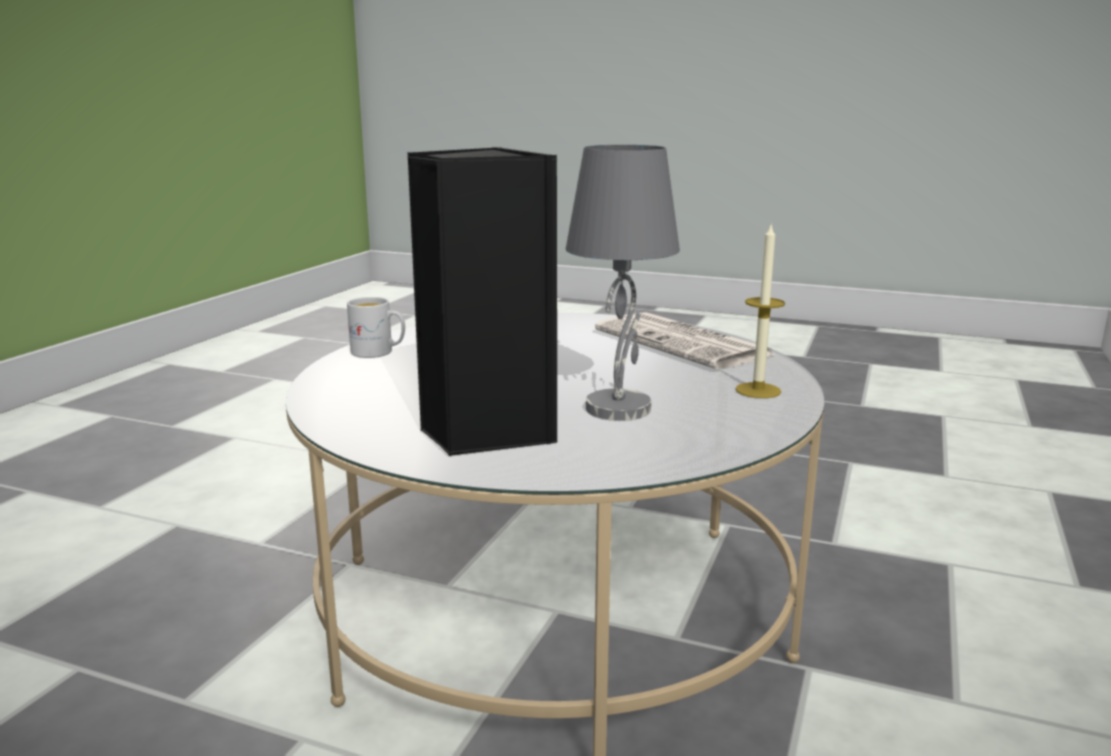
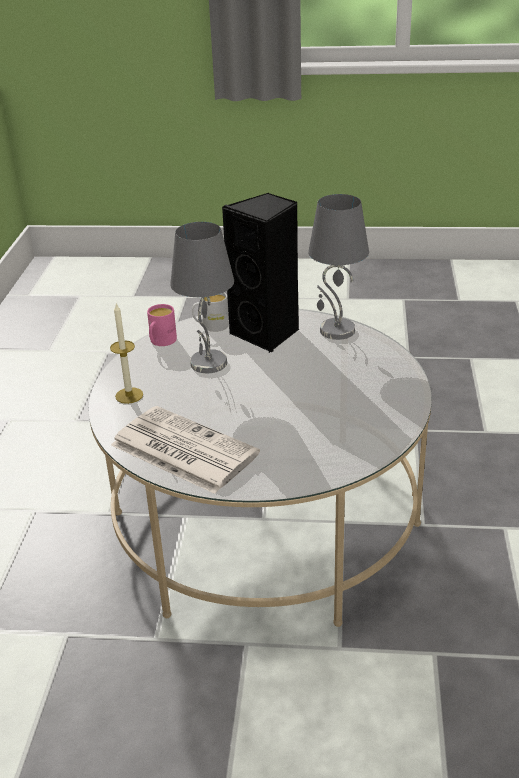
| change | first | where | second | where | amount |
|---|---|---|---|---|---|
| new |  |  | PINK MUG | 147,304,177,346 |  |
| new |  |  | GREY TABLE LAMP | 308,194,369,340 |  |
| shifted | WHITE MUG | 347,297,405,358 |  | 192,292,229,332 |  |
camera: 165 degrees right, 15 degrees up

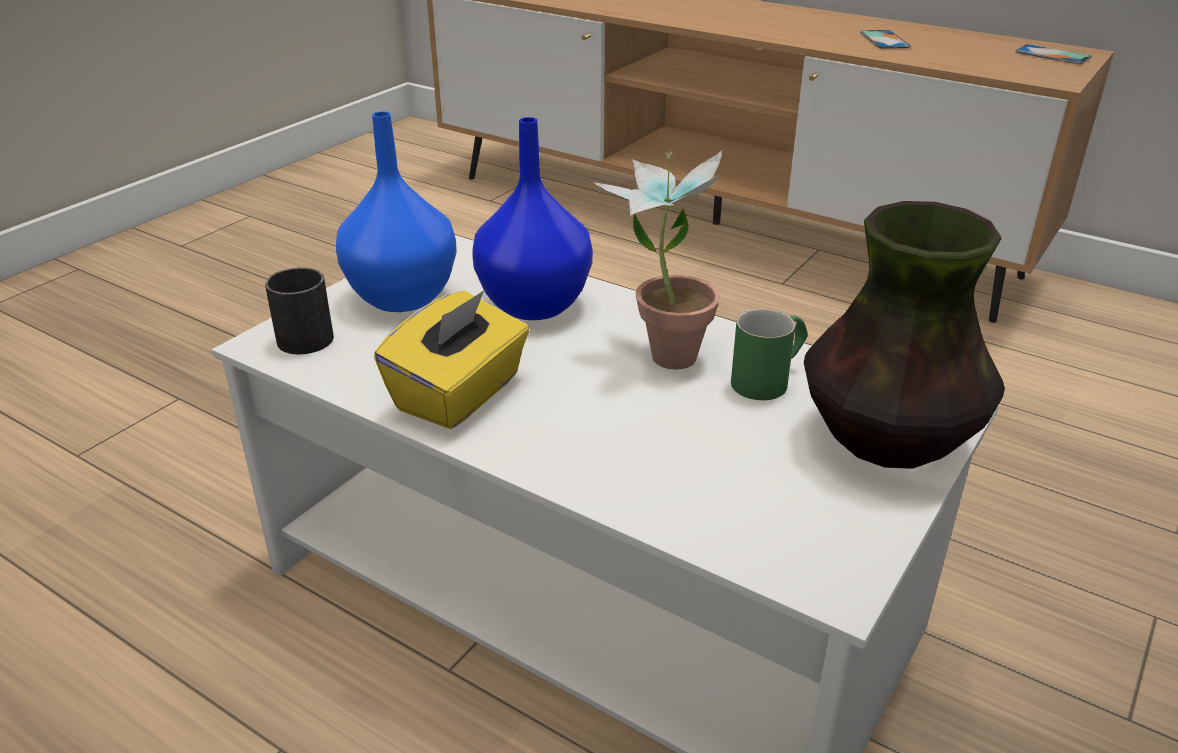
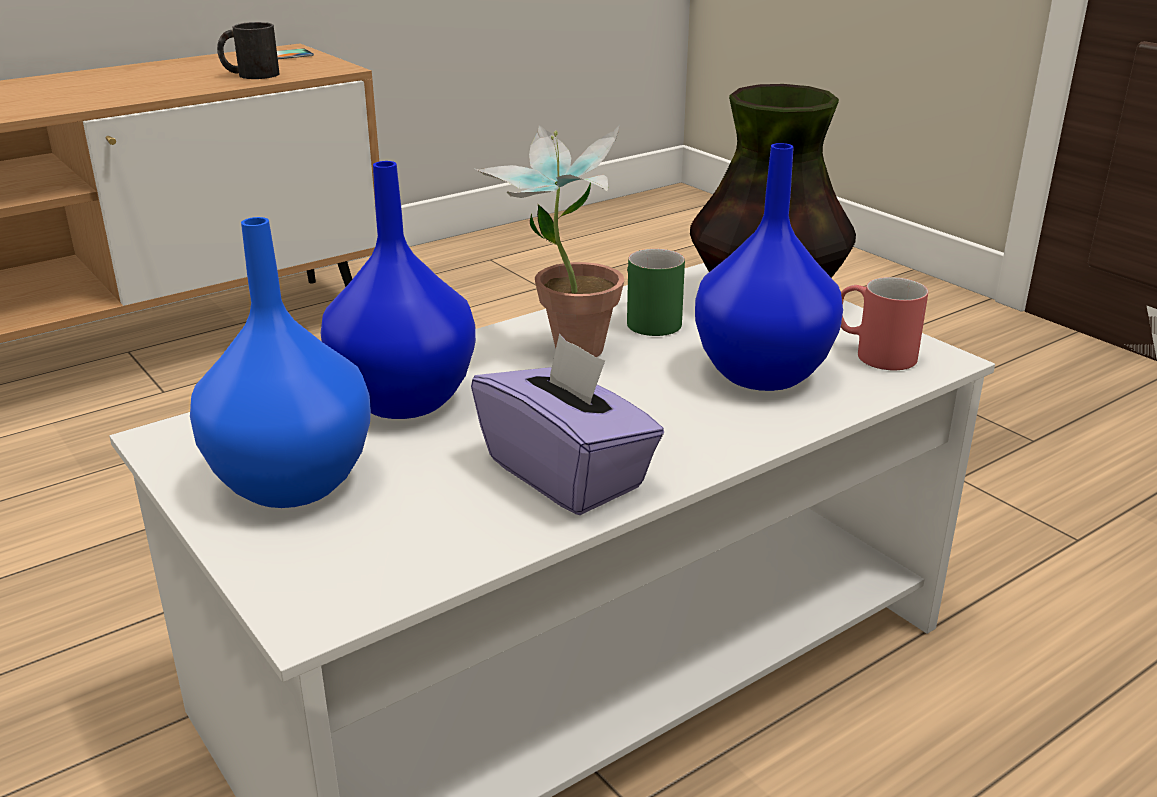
| change | first | where | second | where | amount |
|---|---|---|---|---|---|
| gone | PHONE | 860,30,911,49 |  |  |  |
| new |  |  | BLUE VASE | 695,143,843,391 |  |
| new |  |  | RED MUG | 841,277,928,370 |  |
| shifted | BLACK MUG | 265,267,334,354 |  | 217,22,280,79 |  |
| repainted | YELLOW TISSUE BOX | 374,290,529,429 | PURPLE TISSUE BOX | 471,334,664,515 |  |
camera: 70 degrees left, 5 degrees down

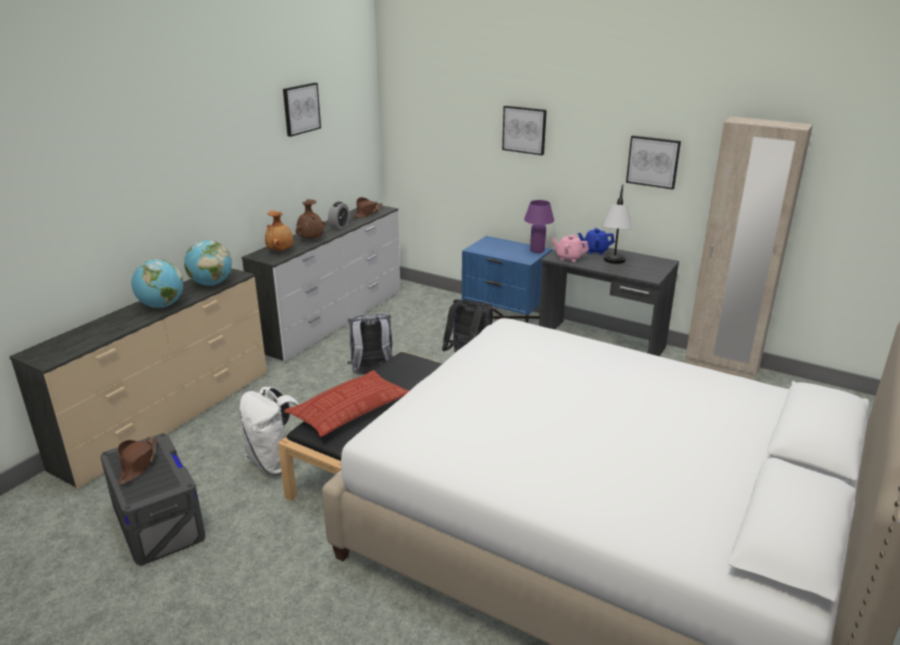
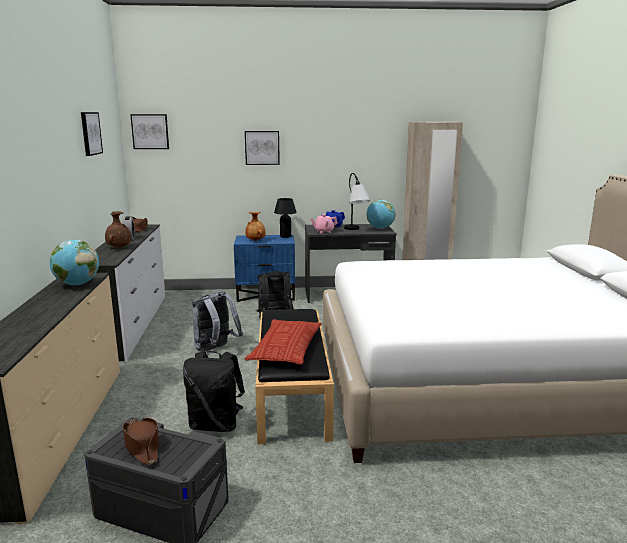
| change | first | where | second | where | amount |
|---|---|---|---|---|---|
| shifted | GLOBE | 132,259,183,308 |  | 367,200,396,229 |  |
| shifted | BROWN VASE | 265,210,294,251 |  | 245,212,266,241 |  |
| shifted | PICTURE | 626,135,681,189 |  | 130,114,169,149 |  |
| repainted | WHITE BACKPACK | 238,387,299,475 | BLACK BACKPACK | 183,351,245,432 |  |
| repainted | PURPLE TABLE LAMP | 524,200,554,253 | BLACK TABLE LAMP | 274,198,297,238 |  |
camera: 35 degrees left, 10 degrees down

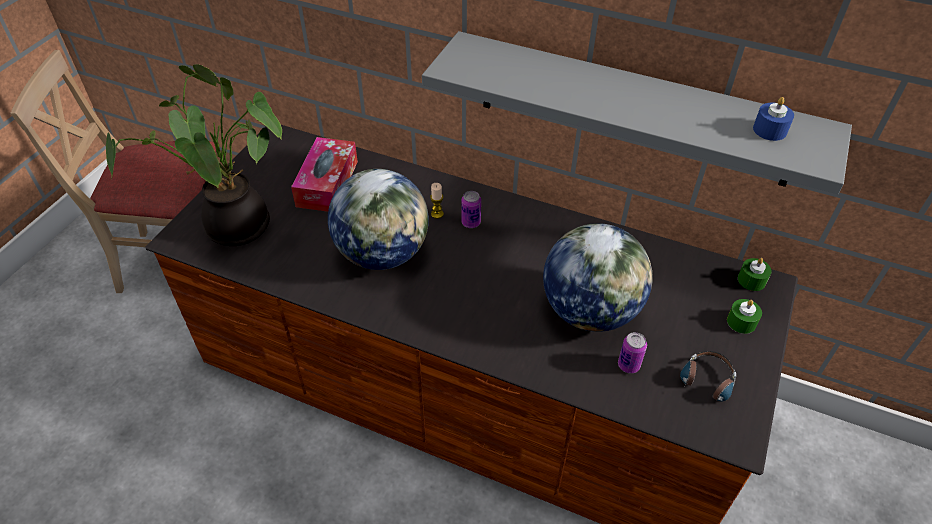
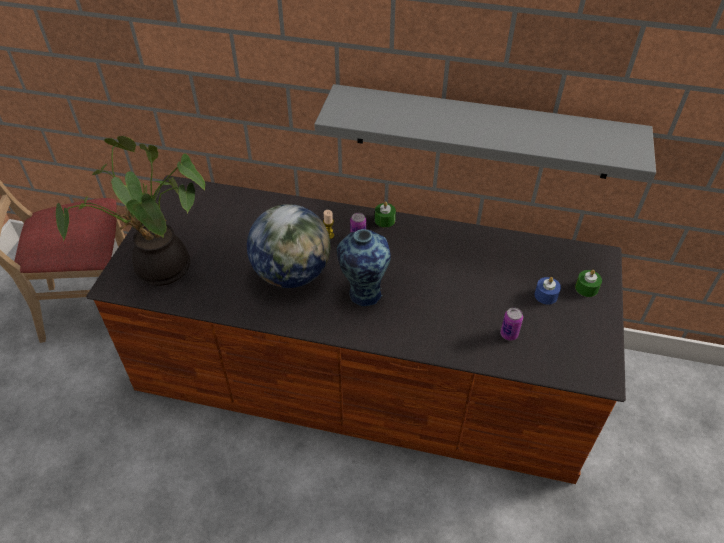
| change | first | where | second | where | amount |
|---|---|---|---|---|---|
| gone | TISSUE BOX | 291,137,358,212 |  |  |  |
| gone | GLOBE | 543,223,653,332 |  |  |  |
| gone | HEADPHONES | 677,351,736,401 |  |  |  |
| new |  |  | VASE | 337,229,391,306 |  |
| shifted | GREEN CANDLE | 738,258,772,291 |  | 375,201,396,227 |  |
| shifted | BLUE CANDLE | 753,97,794,141 |  | 535,277,561,305 |  |
camera: 10 degrees left, 0 degrees up

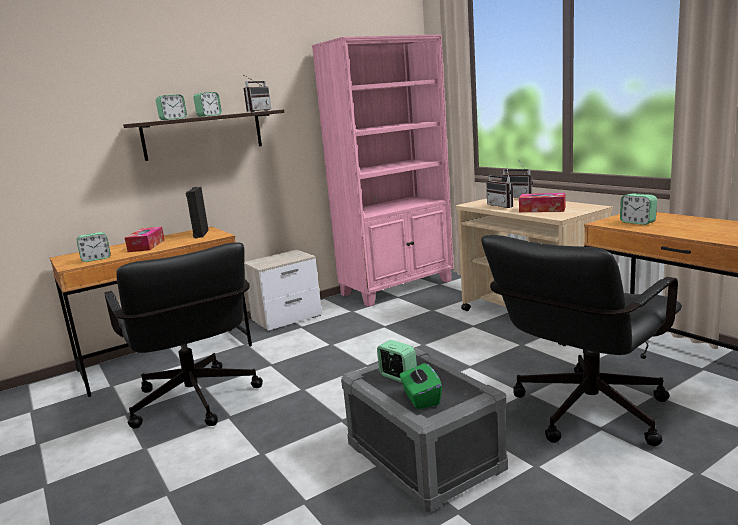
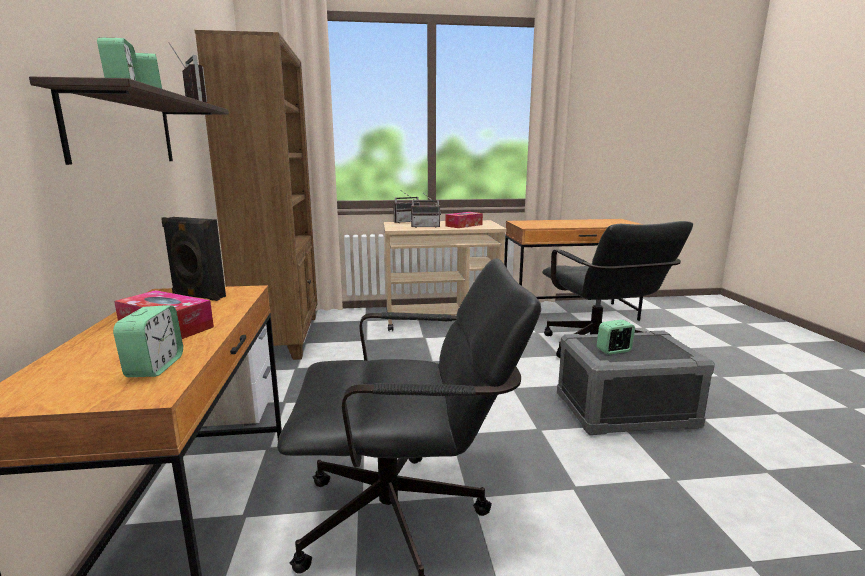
| change | first | where | second | where | amount |
|---|---|---|---|---|---|
| gone | GREEN TISSUE BOX | 399,363,442,409 |  |  |  |
| gone | ALARM CLOCK | 620,193,657,225 |  |  |  |
| repainted | PINK BOOKCASE | 312,34,454,307 | BROWN BOOKCASE | 195,30,317,360 |  |
camera: 65 degrees left, 0 degrees up

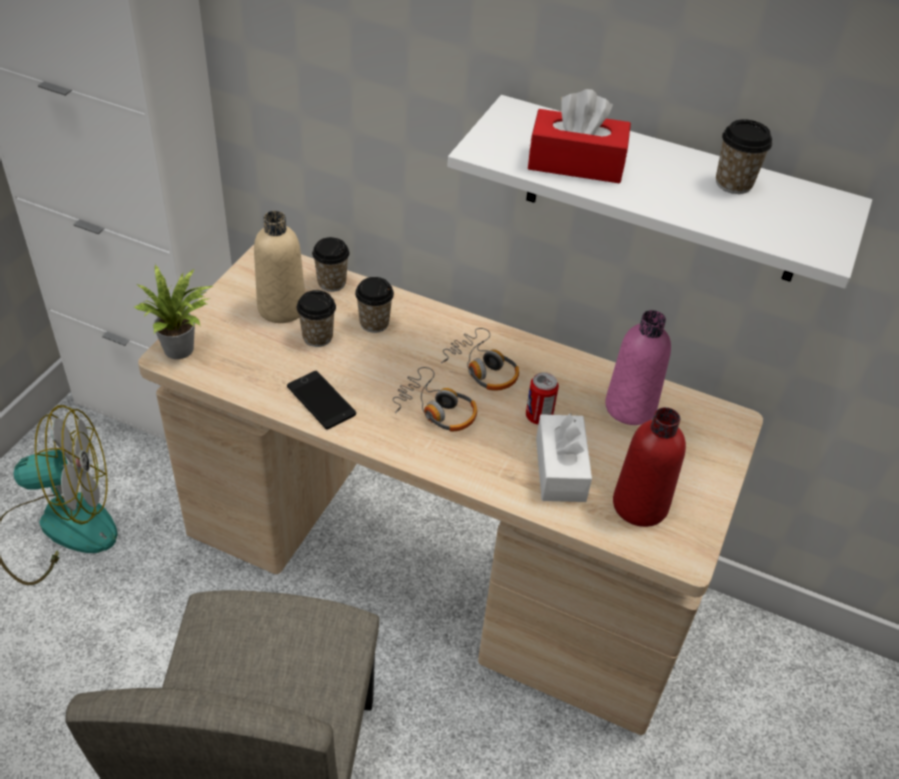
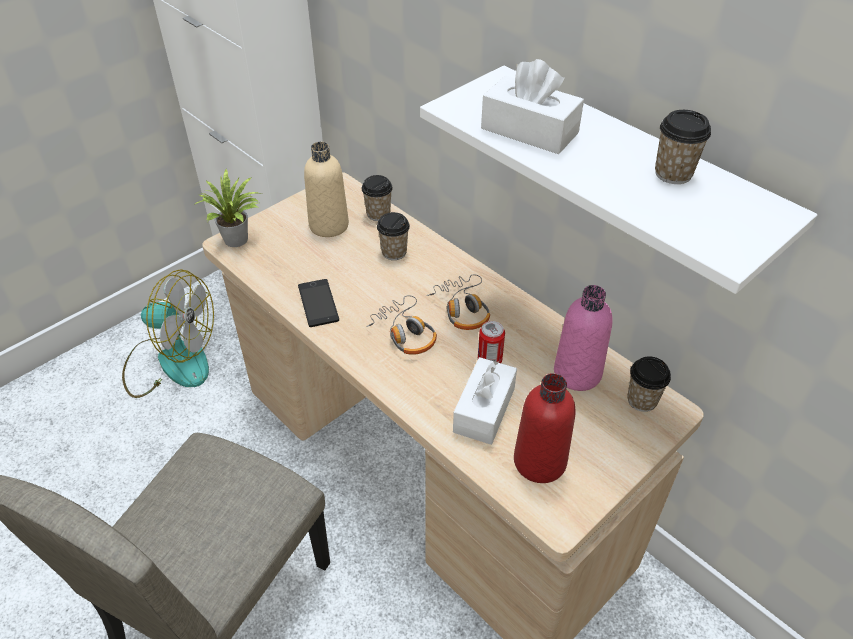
| change | first | where | second | where | amount |
|---|---|---|---|---|---|
| shifted | CUP | 297,290,336,347 |  | 627,356,671,412 |  |
| repainted | RED TISSUE BOX | 528,89,631,183 | WHITE TISSUE BOX | 481,59,584,154 |  |
camera: 25 degrees right, 0 degrees up

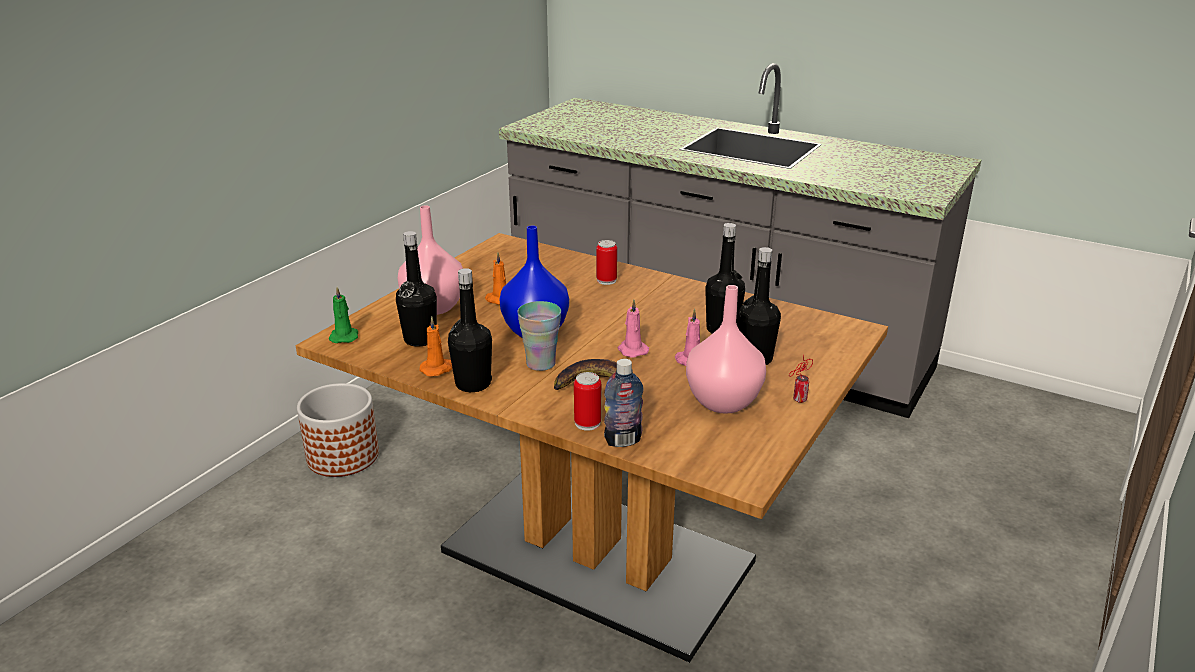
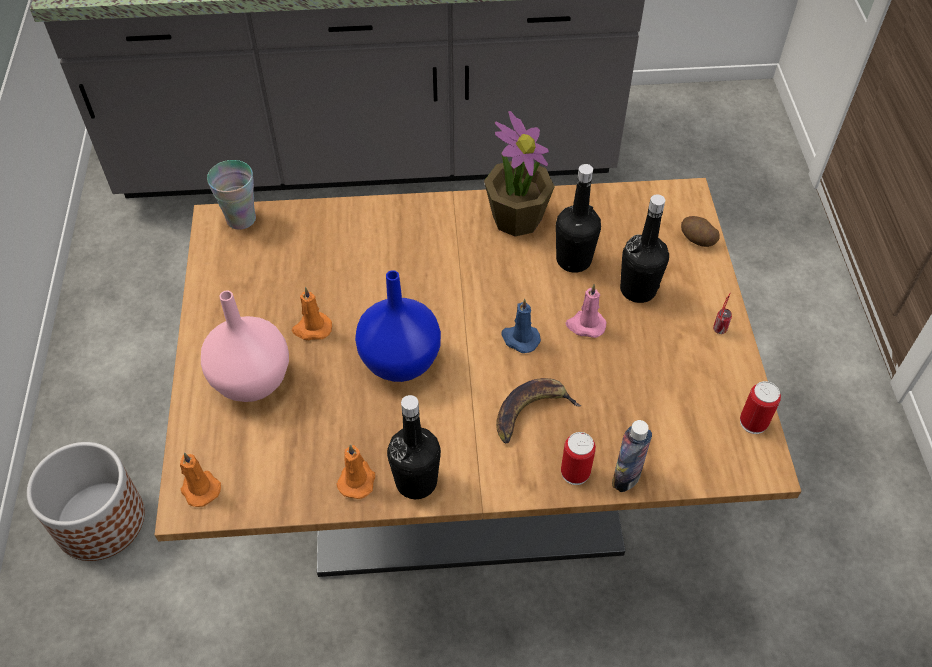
| change | first | where | second | where | amount |
|---|---|---|---|---|---|
| gone | BLACK BOTTLE | 396,231,437,347 |  |  |  |
| gone | PINK VASE | 686,285,766,414 |  |  |  |
| new |  |  | POTTED PLANT | 484,111,555,236 |  |
| new |  |  | POTATO | 681,216,720,247 |  |
| shifted | CUP | 517,301,561,371 |  | 207,160,256,230 |  |
| shifted | CAN | 596,240,617,285 |  | 740,381,781,434 |  |
| repainted | GREEN CANDLE | 329,287,358,343 | ORANGE CANDLE | 180,452,221,507 |  |
| repainted | PINK CANDLE | 618,299,649,358 | BLUE CANDLE | 501,298,541,353 |  |
camera: 35 degrees left, 25 degrees up

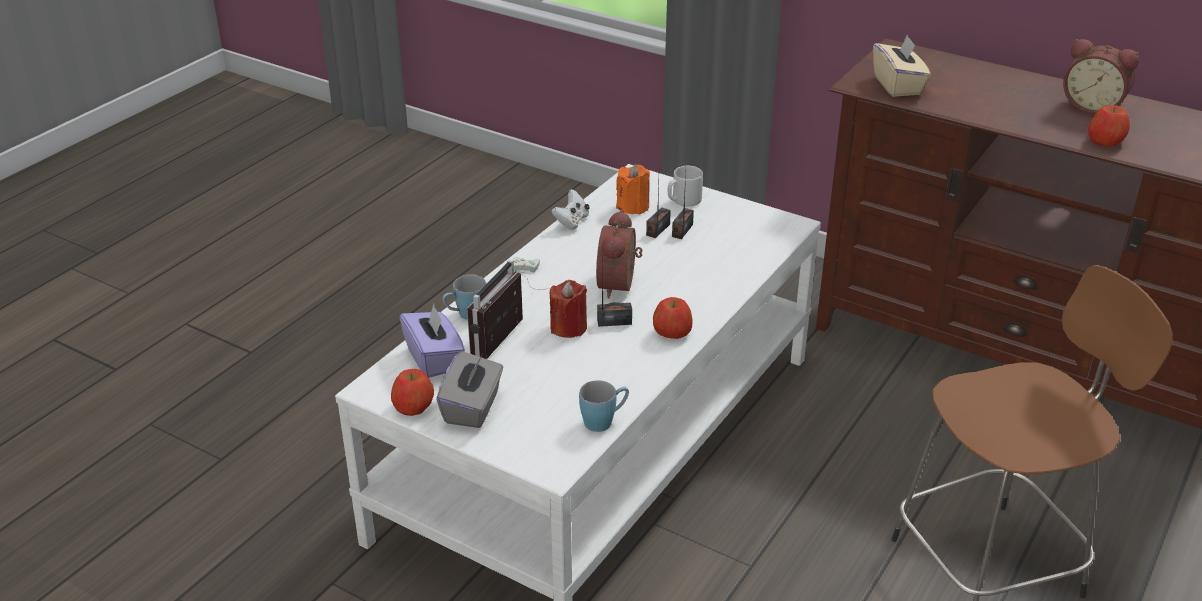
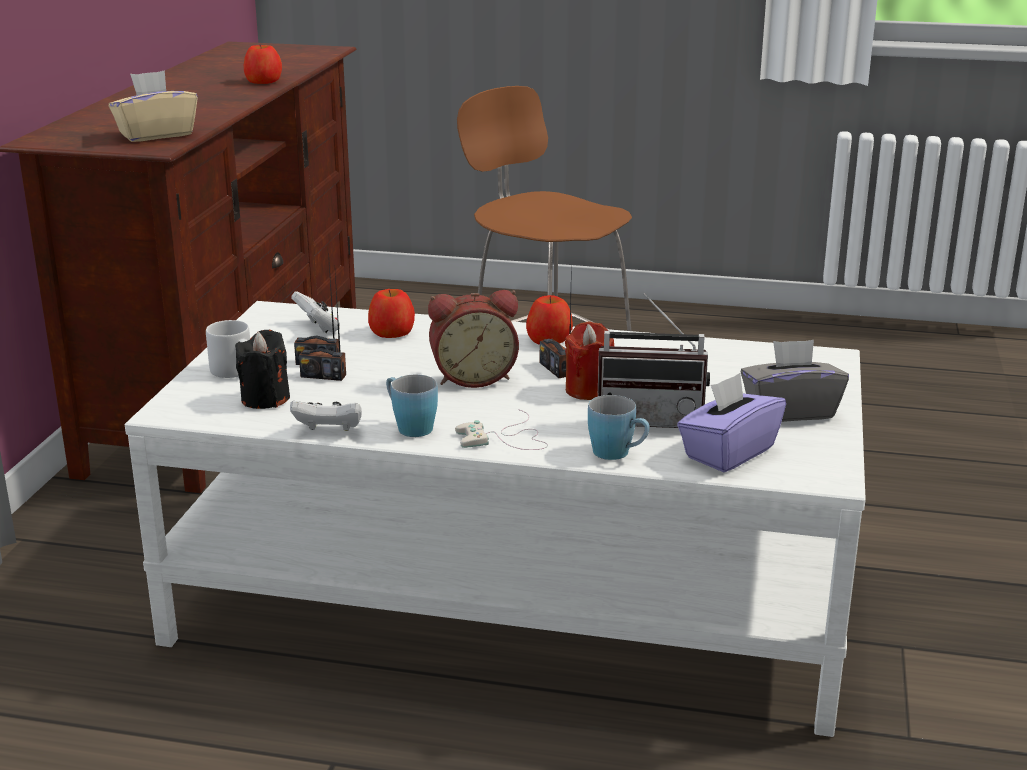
| change | first | where | second | where | amount |
|---|---|---|---|---|---|
| gone | ALARM CLOCK | 1063,39,1139,114 |  |  |  |
| new |  |  | WHITE GAME CONTROLLER | 291,291,340,333 |  |
| shifted | APPLE | 391,369,434,416 |  | 368,289,415,338 |  |
| shifted | BLUE MUG | 579,380,629,432 |  | 386,374,438,437 |  |
| repainted | ORANGE CANDLE | 616,165,650,214 | BLACK CANDLE | 235,330,290,409 |  |
camera: 110 degrees left, 10 degrees down

